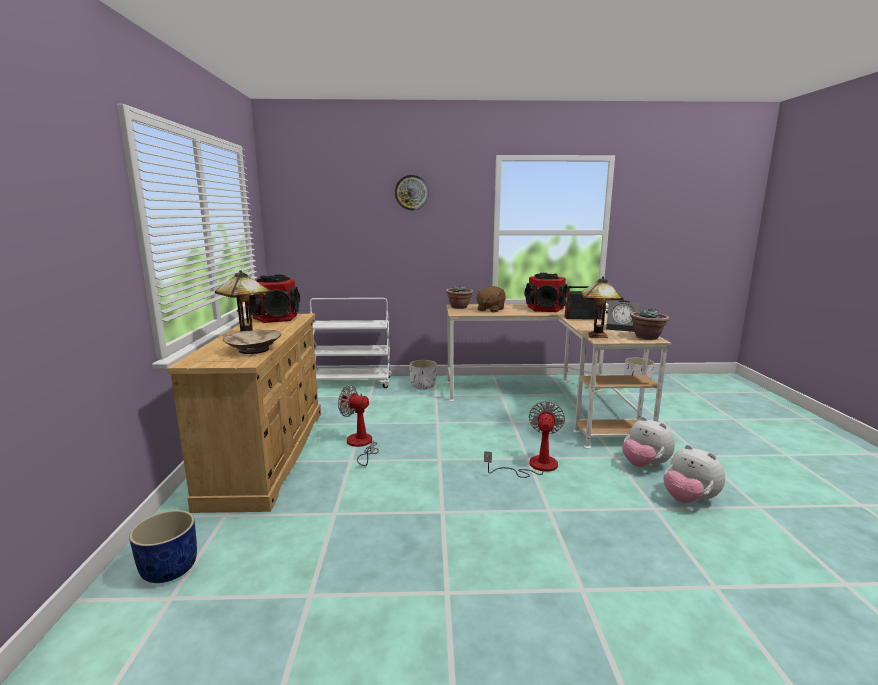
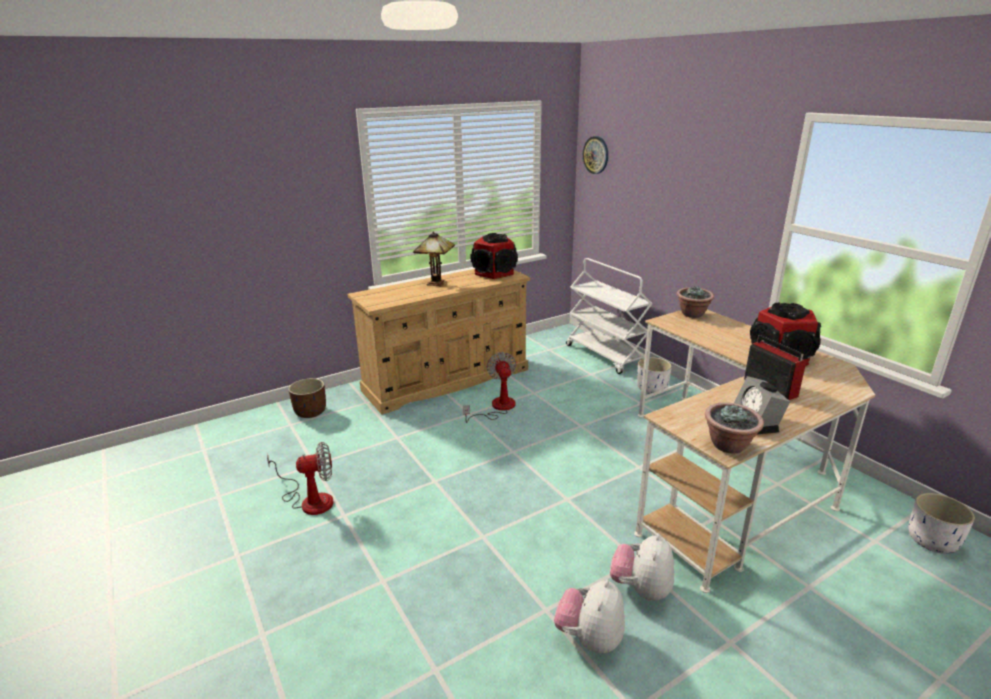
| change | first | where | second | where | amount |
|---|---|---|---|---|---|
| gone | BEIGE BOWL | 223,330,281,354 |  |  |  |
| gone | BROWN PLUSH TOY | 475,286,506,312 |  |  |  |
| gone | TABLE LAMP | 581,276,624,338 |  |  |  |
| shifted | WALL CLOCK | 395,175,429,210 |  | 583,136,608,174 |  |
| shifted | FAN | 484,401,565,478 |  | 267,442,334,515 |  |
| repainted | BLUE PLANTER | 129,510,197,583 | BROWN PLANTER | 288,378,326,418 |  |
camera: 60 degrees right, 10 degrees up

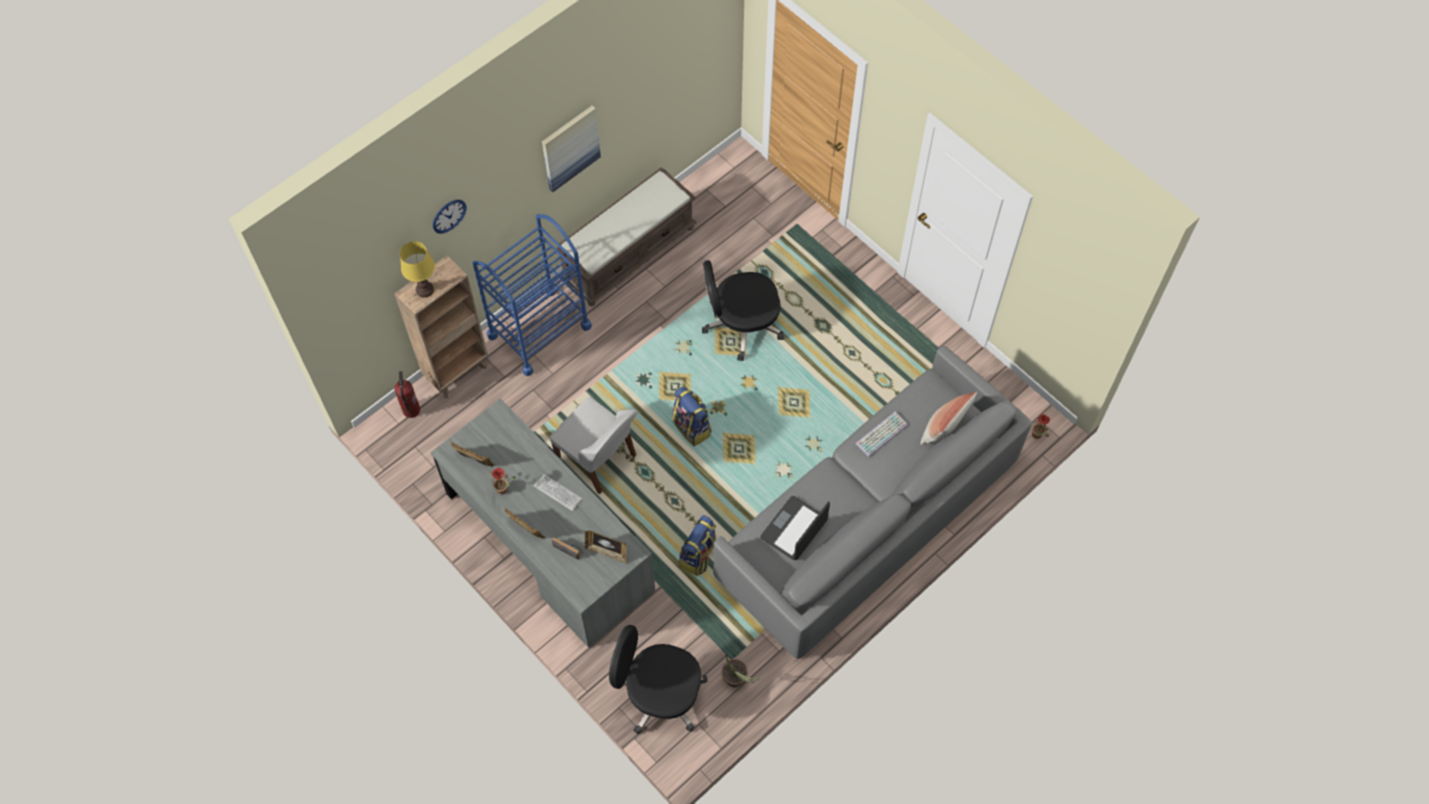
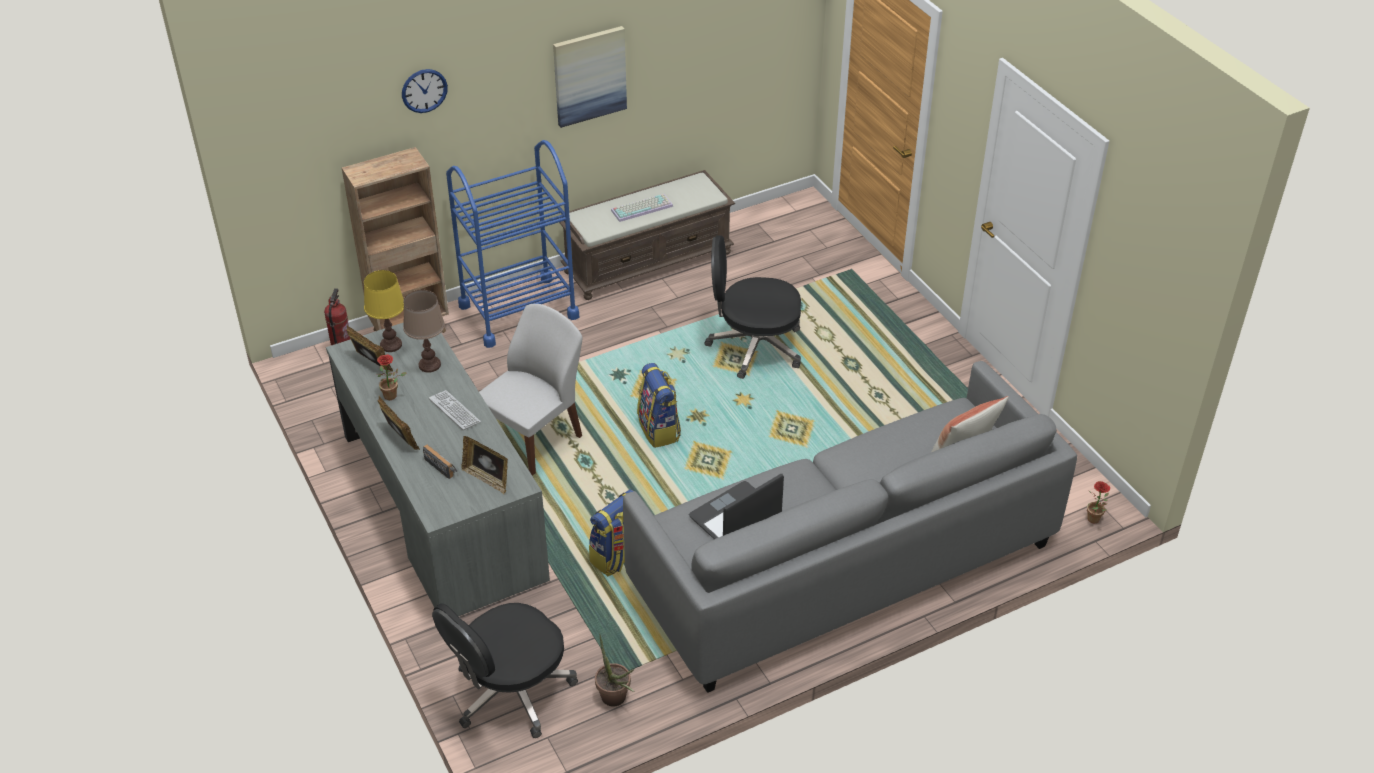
| change | first | where | second | where | amount |
|---|---|---|---|---|---|
| new |  |  | BROWN TABLE LAMP | 403,290,445,373 |  |
| shifted | YELLOW TABLE LAMP | 400,241,435,297 |  | 364,270,404,352 |  |
| shifted | KEYBOARD | 856,412,908,457 |  | 611,194,673,222 |  |
| rotated | WHITE CHAIR | 550,397,638,494 |  | 479,304,582,475 | 105 degrees counterclockwise |
| rotated | BLACK OFFICE CHAIR | 609,625,708,735 |  | 432,603,578,738 | 75 degrees counterclockwise |
camera: 15 degrees right, 20 degrees down

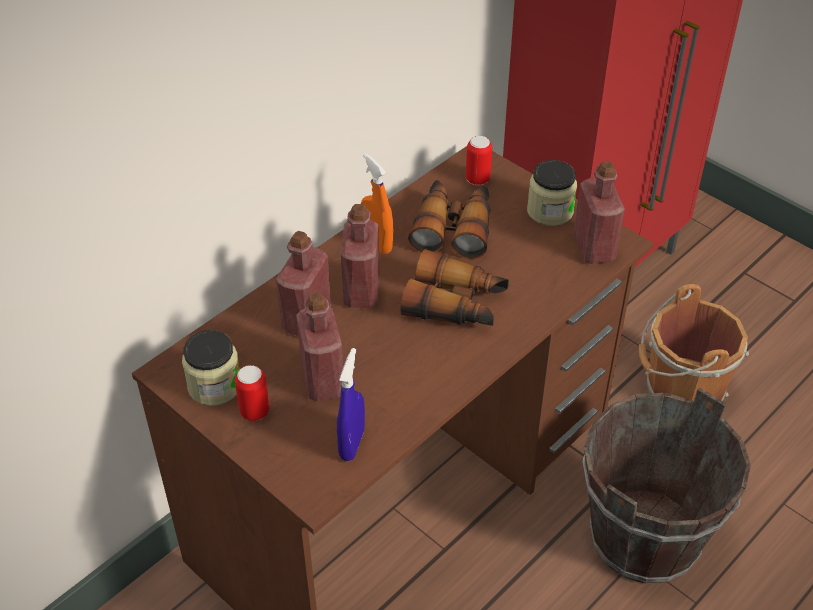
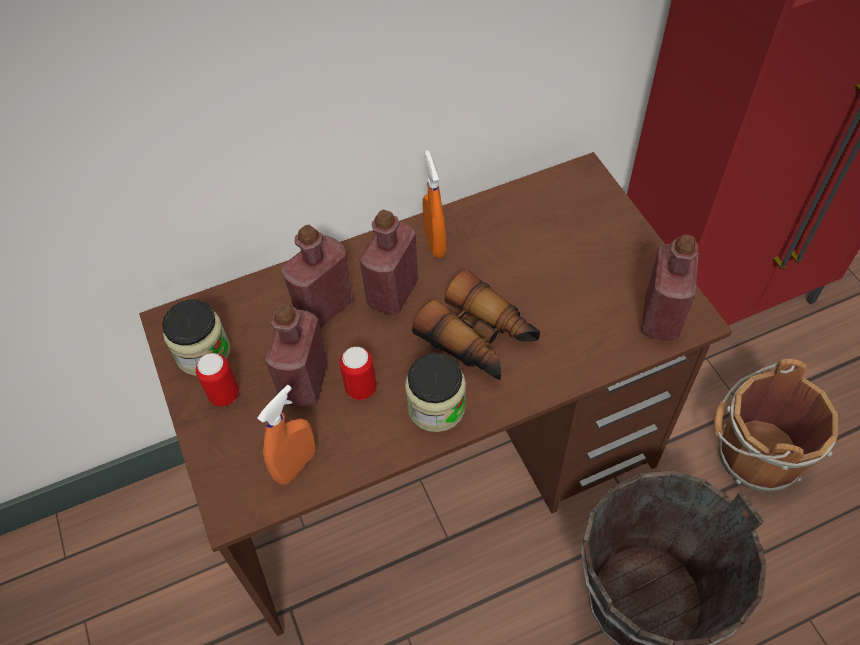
| change | first | where | second | where | amount |
|---|---|---|---|---|---|
| gone | BINOCULARS | 408,180,490,259 |  |  |  |
| shifted | CAN | 466,136,492,185 |  | 340,347,377,400 |  |
| shifted | JAR | 527,160,577,226 |  | 405,353,466,432 |  |
| repainted | BLUE SPRAY BOTTLE | 337,348,365,461 | ORANGE SPRAY BOTTLE | 257,385,316,485 |  |
camera: 25 degrees right, 10 degrees up

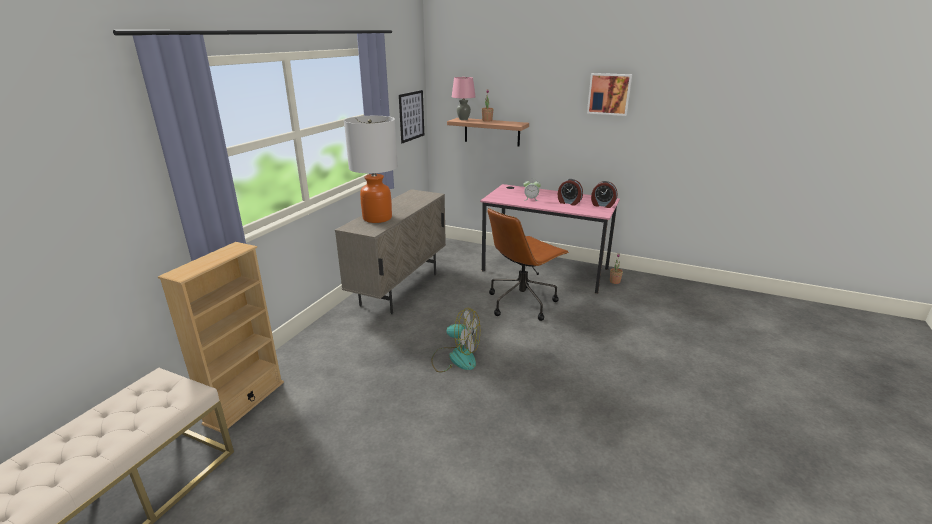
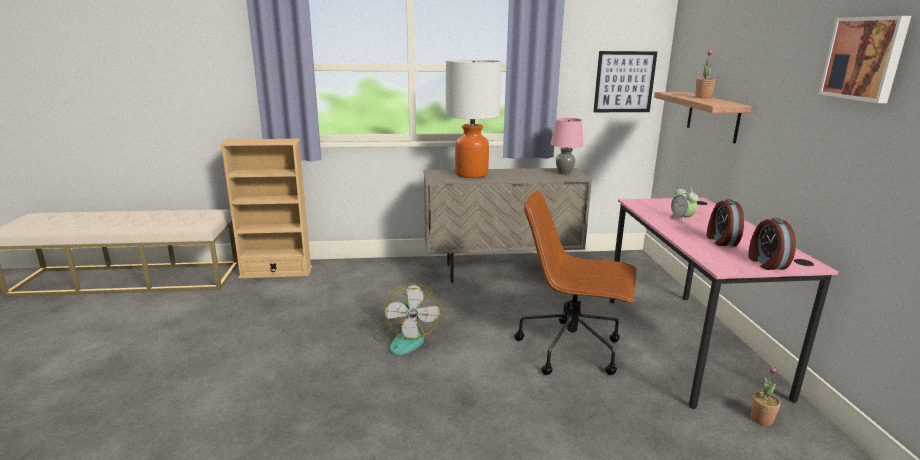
| change | first | where | second | where | amount |
|---|---|---|---|---|---|
| shifted | PINK TABLE LAMP | 452,77,476,120 |  | 550,118,584,175 |  |
camera: 60 degrees right, 5 degrees down

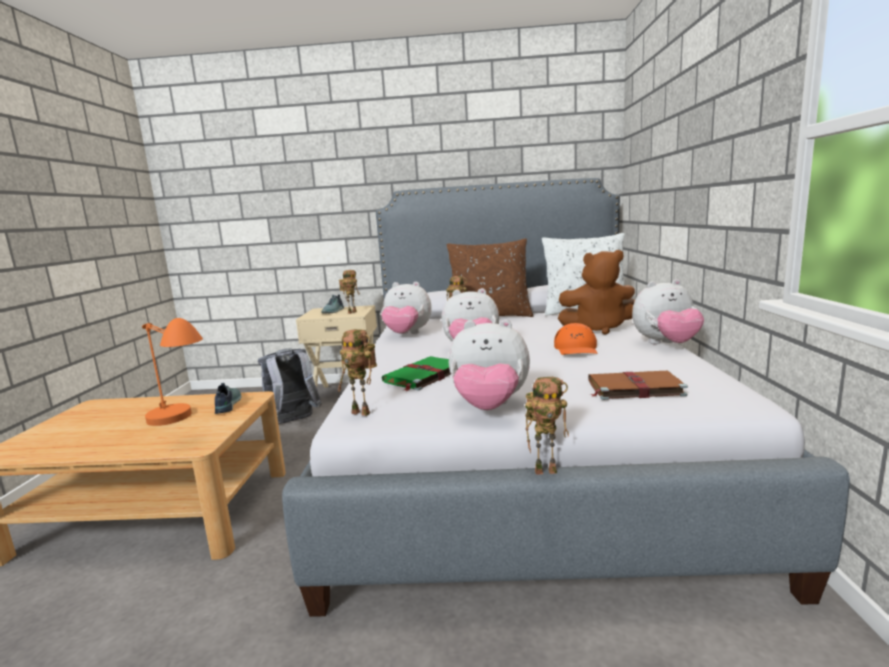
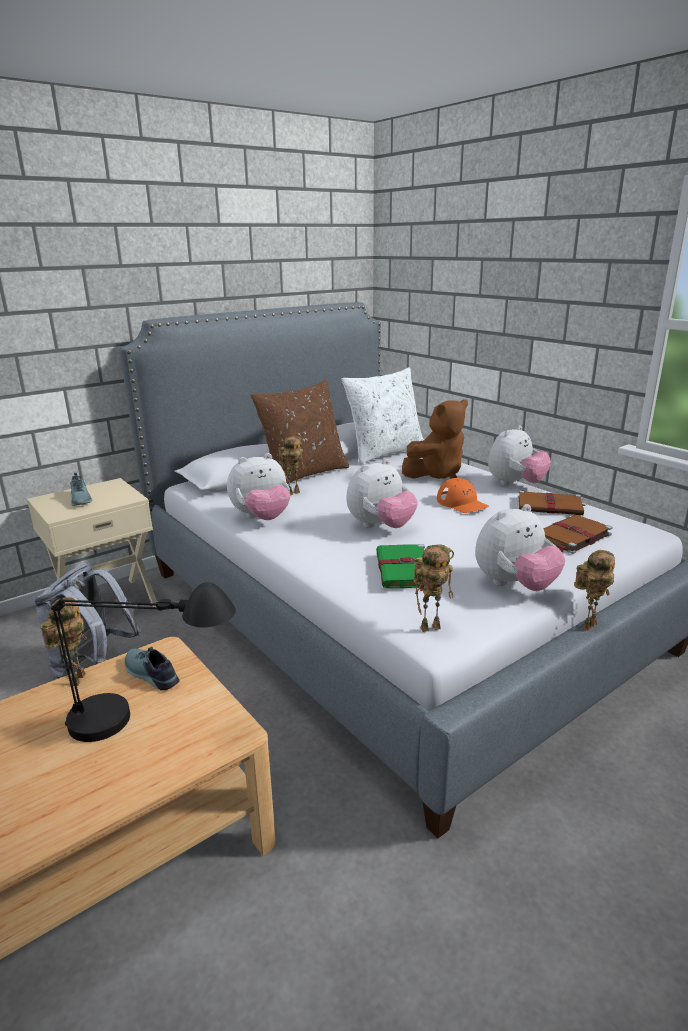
| change | first | where | second | where | amount |
|---|---|---|---|---|---|
| new |  |  | BROWN BOOK | 518,490,586,515 |  |
| shifted | TOY ROBOT | 339,270,360,314 |  | 41,597,87,686 |  |
| repainted | ORANGE TABLE LAMP | 142,318,203,426 | BLACK TABLE LAMP | 51,582,236,742 |  |
camera: 40 degrees left, 10 degrees up

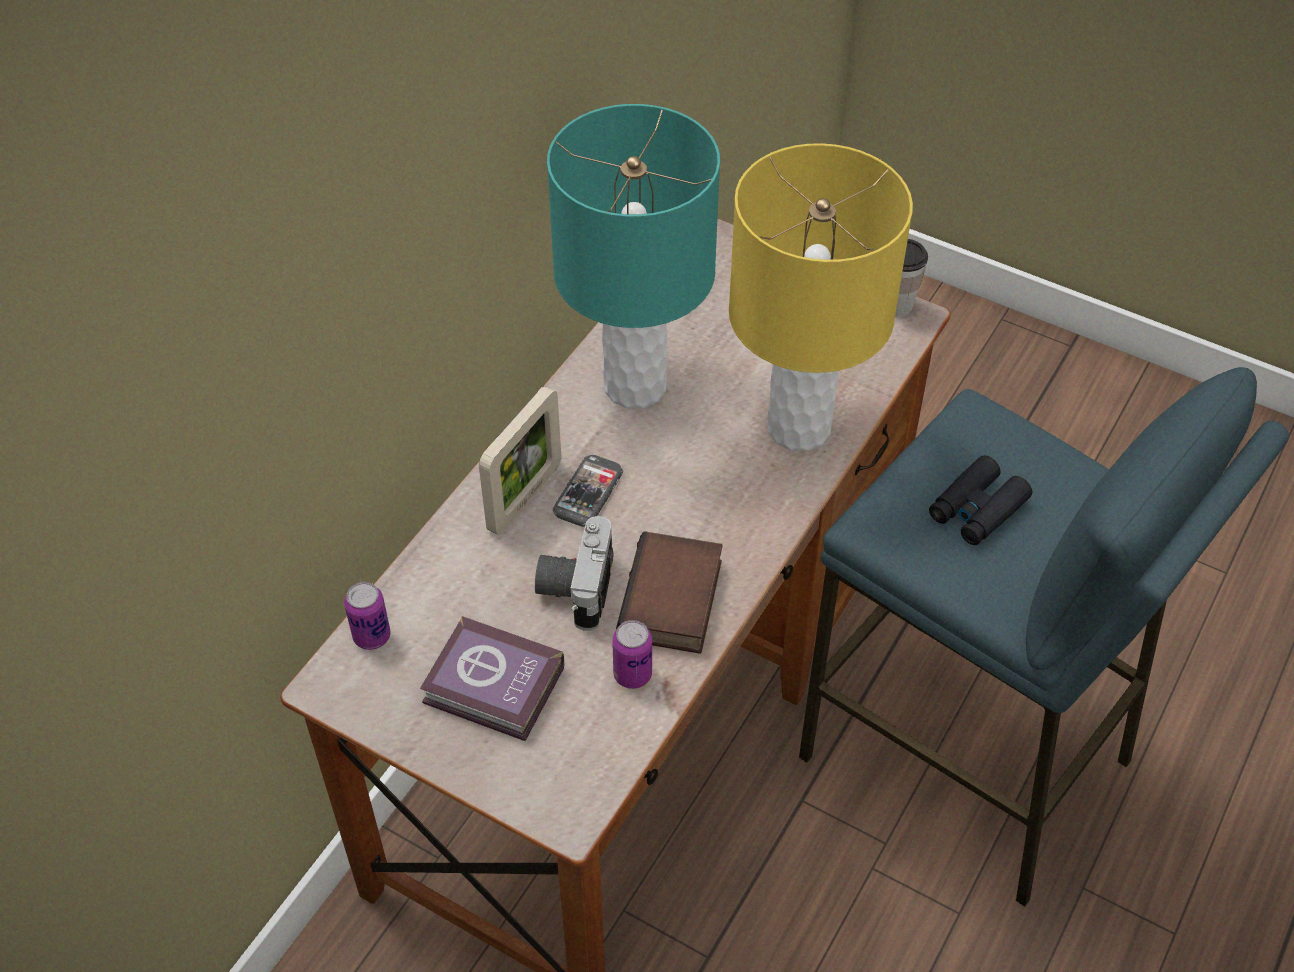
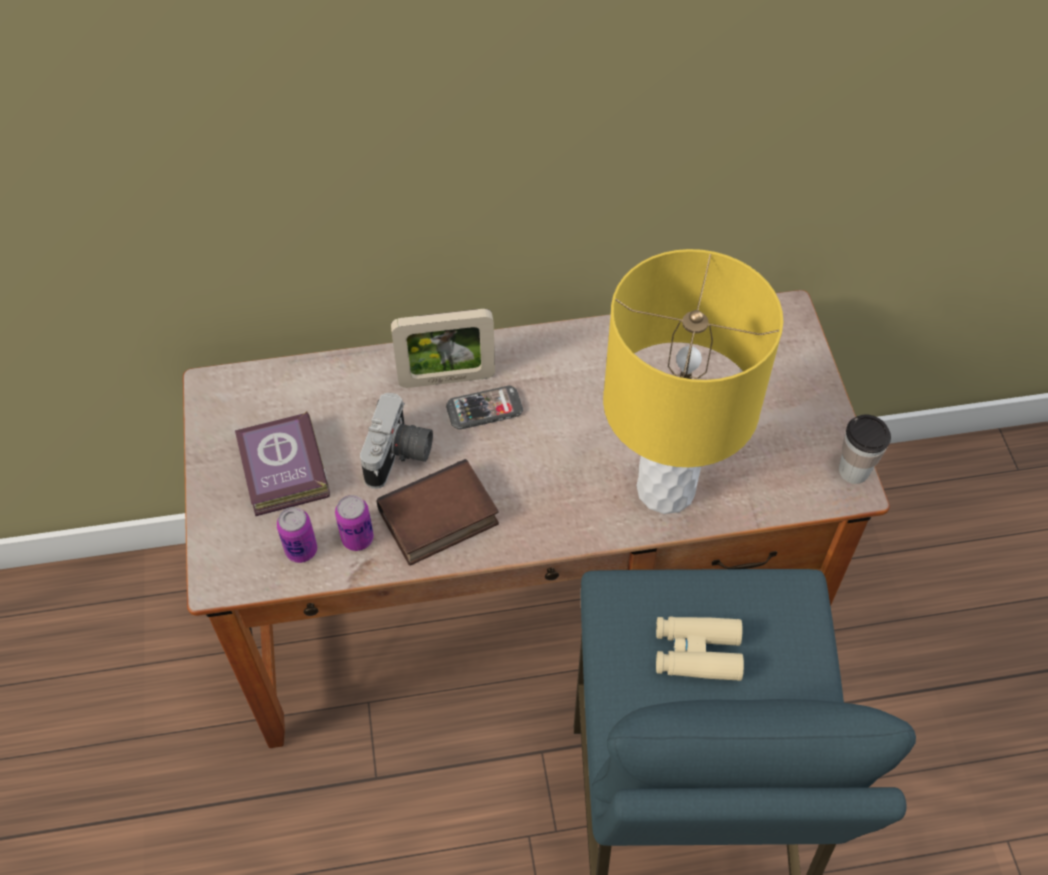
| change | first | where | second | where | amount |
|---|---|---|---|---|---|
| gone | TURQUOISE TABLE LAMP | 547,104,720,409 |  |  |  |
| shifted | CAN | 344,582,390,650 |  | 277,507,317,563 |  |
| repainted | BLACK BINOCULARS | 929,455,1032,545 | BEIGE BINOCULARS | 656,617,744,681 |  |
| rotated | PHOTO CAMERA | 535,516,614,631 |  | 360,393,433,489 | 135 degrees clockwise |
camera: 50 degrees right, 5 degrees up

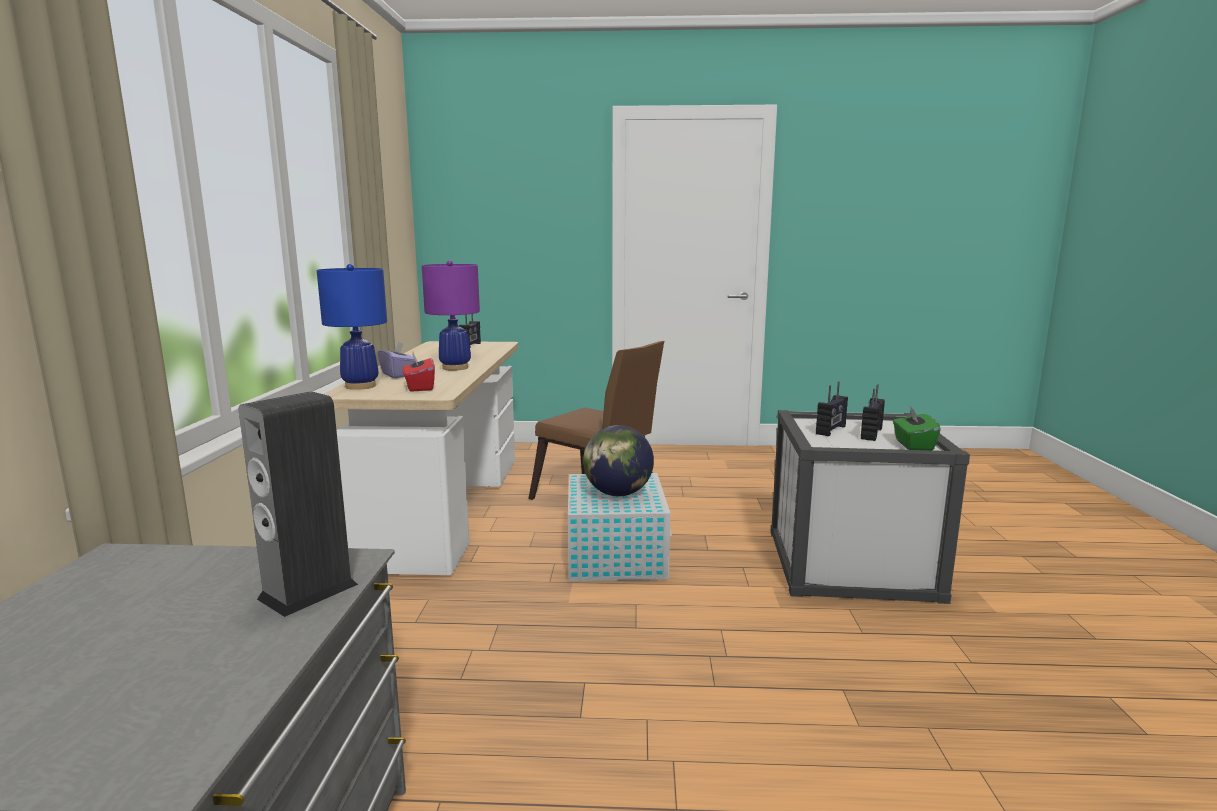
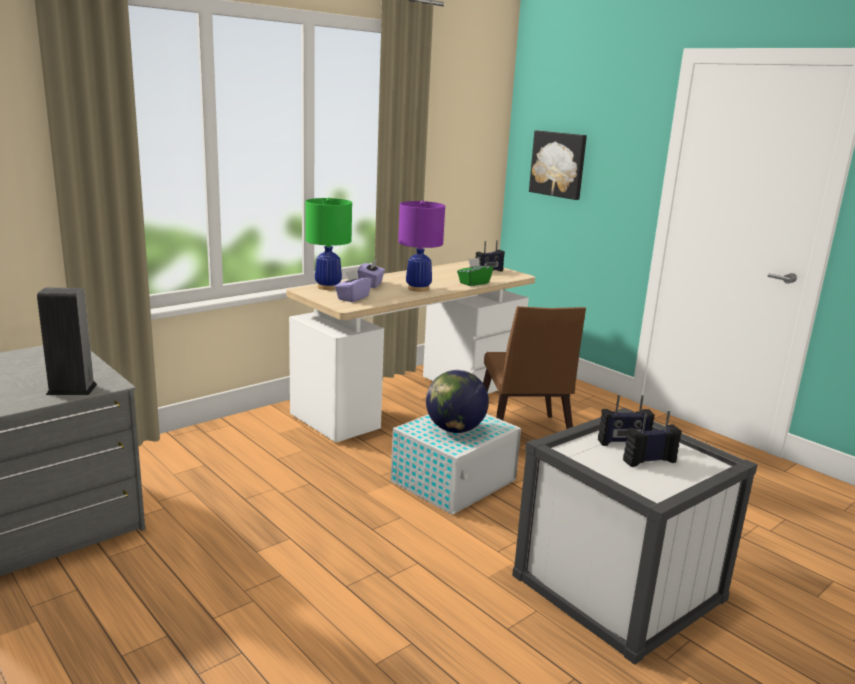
| change | first | where | second | where | amount |
|---|---|---|---|---|---|
| new |  |  | PICTURE | 529,130,587,200 |  |
| shifted | GREEN TISSUE BOX | 893,405,941,450 |  | 457,258,493,286 |  |
| repainted | BLUE TABLE LAMP | 317,264,387,390 | GREEN TABLE LAMP | 305,197,352,290 |  |
| repainted | RED TISSUE BOX | 402,352,435,392 | PURPLE TISSUE BOX | 335,270,372,302 |  |
camera: 45 degrees right, 5 degrees up

